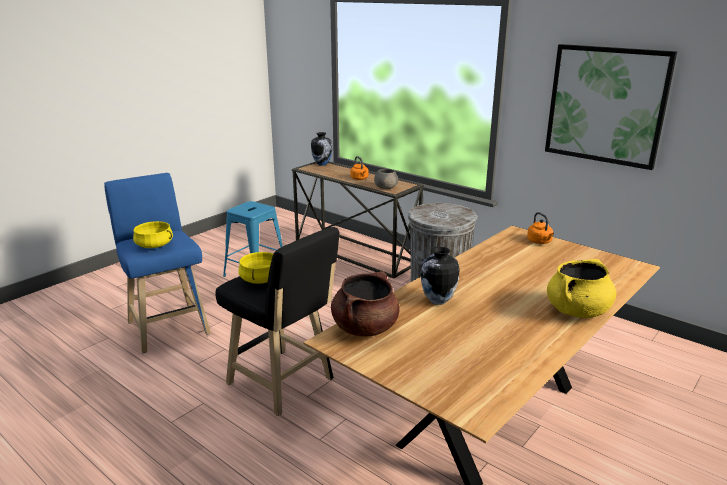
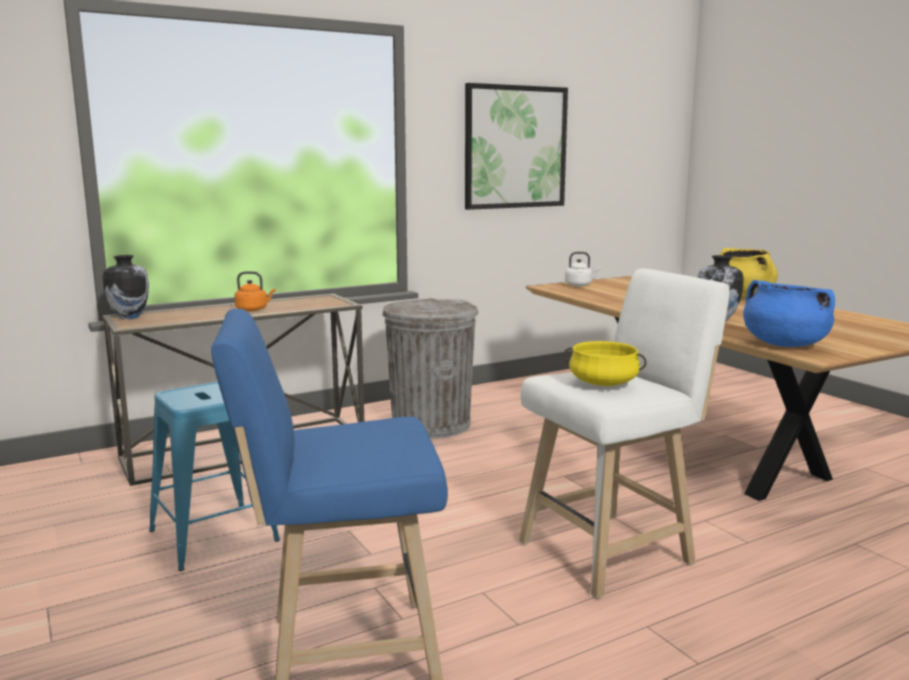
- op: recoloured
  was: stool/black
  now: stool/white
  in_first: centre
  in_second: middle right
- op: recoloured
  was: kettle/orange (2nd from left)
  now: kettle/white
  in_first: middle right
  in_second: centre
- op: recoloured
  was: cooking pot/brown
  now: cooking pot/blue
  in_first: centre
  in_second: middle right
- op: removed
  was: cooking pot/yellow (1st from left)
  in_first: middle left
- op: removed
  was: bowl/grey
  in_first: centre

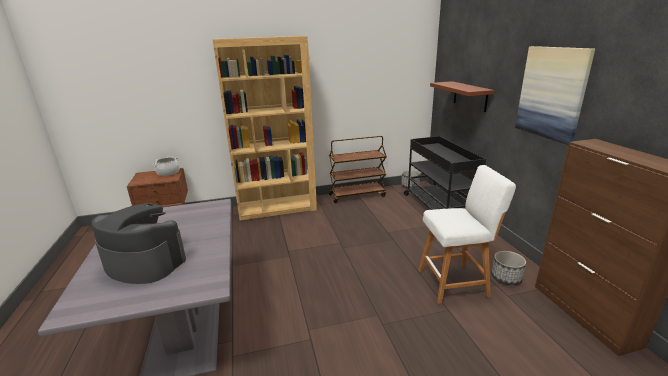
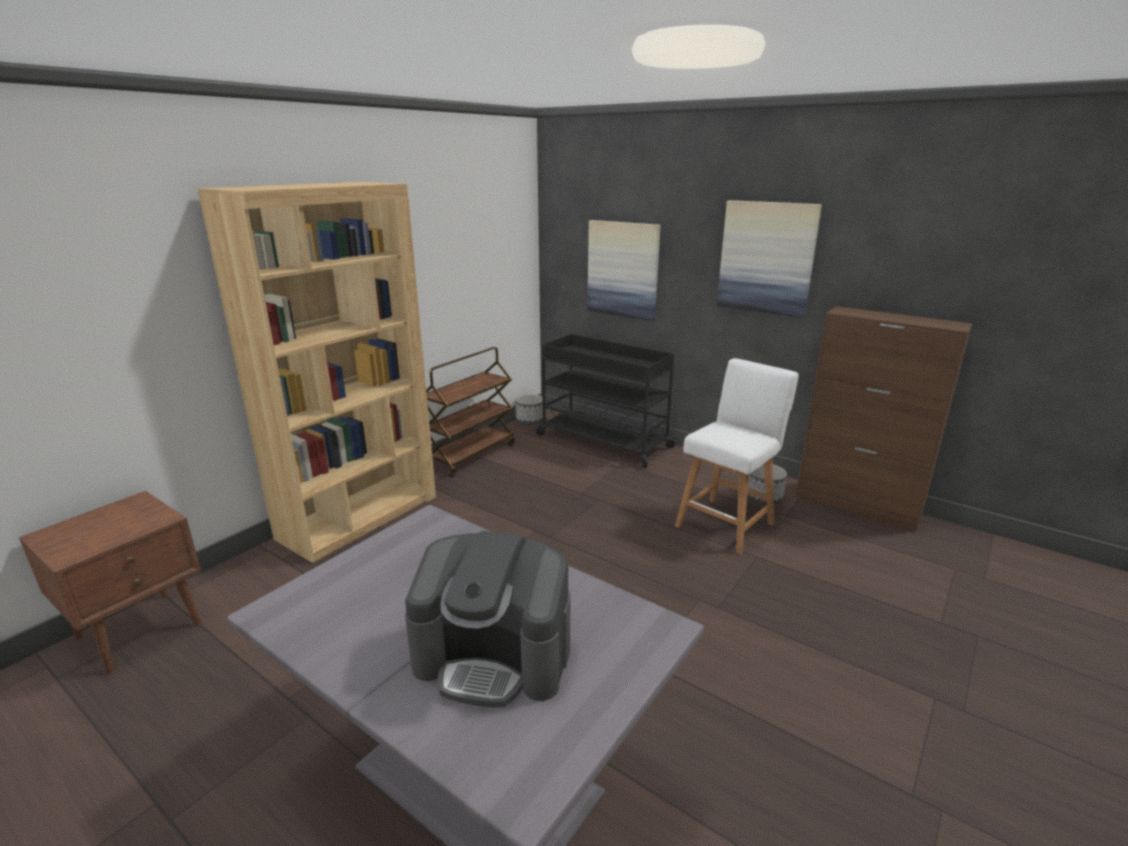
- op: turned
  was: coffee machine
  in_first: middle left
  in_second: bottom centre
  clockwise: -150
- op: replaced
  was: shelf/brown
  now: picture (1st from left)
  in_first: top right
  in_second: top centre
- op: removed
  was: cooking pot
  in_first: middle left

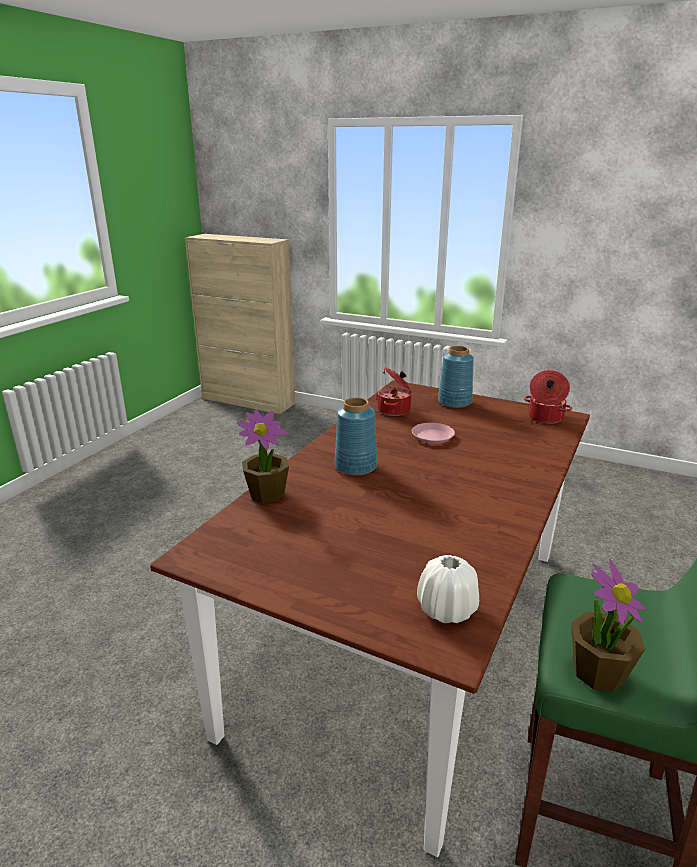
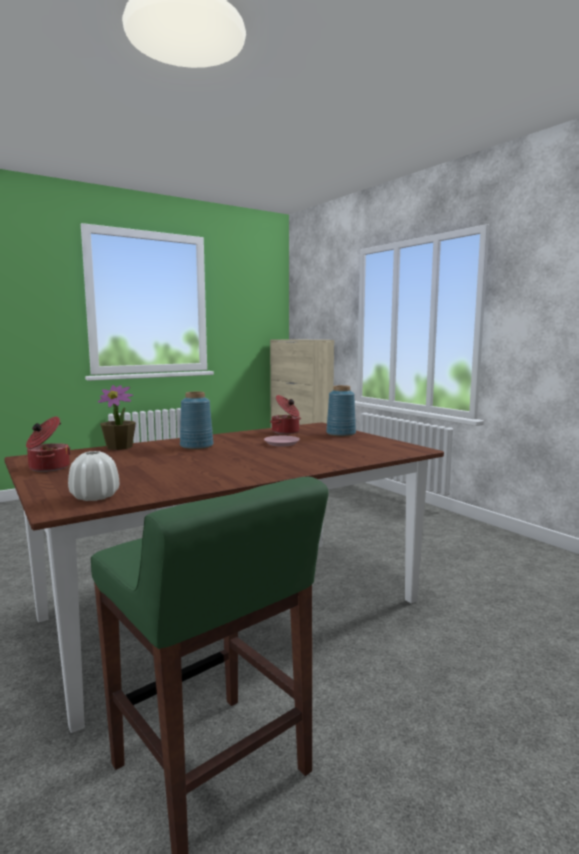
- op: moved
  was: cooking pot (2nd from left in the first image)
  now: cooking pot (1st from left)
  in_first: middle right
  in_second: middle left
- op: removed
  was: potted plant (2nd from left)
  in_first: bottom right

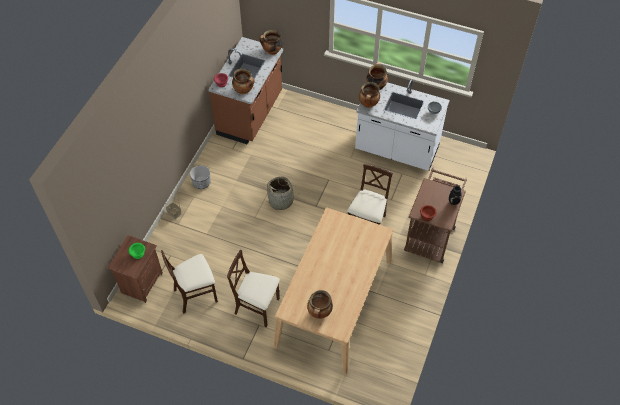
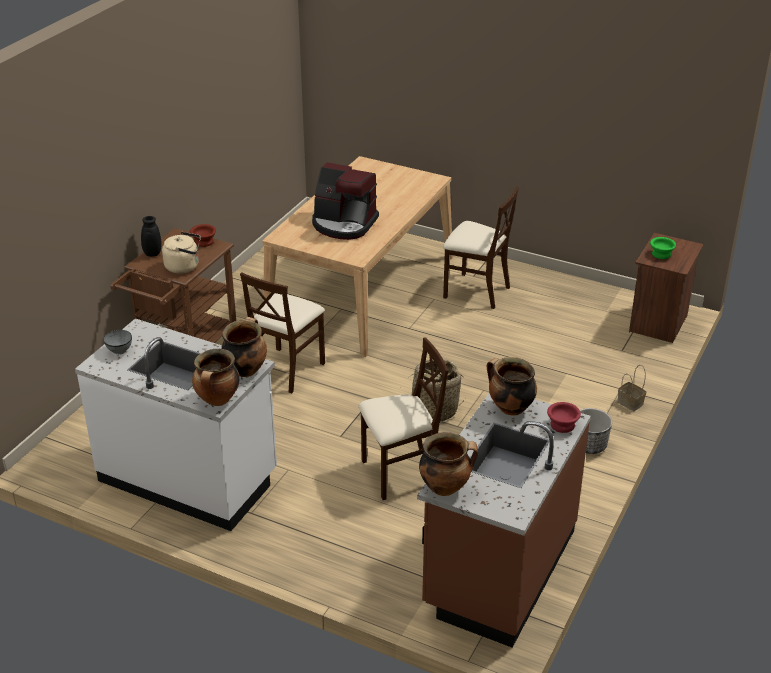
- op: added
  now: kettle/beige
  in_second: middle left
- op: added
  now: coffee machine
  in_second: top centre
- op: moved
  was: chair/beige (1st from left in the first image)
  now: chair/beige (2nd from left)
  in_first: bottom left
  in_second: centre
- op: removed
  was: cooking pot (3rd from left)
  in_first: bottom centre

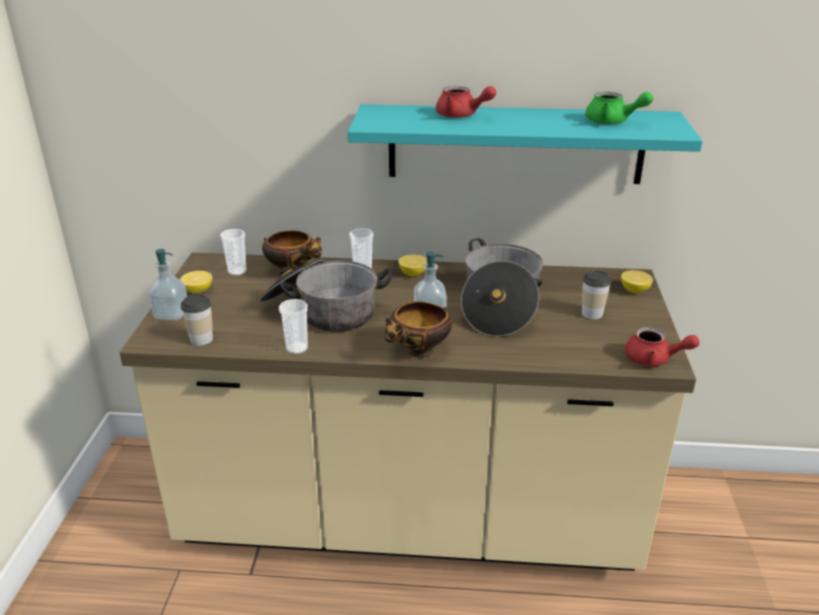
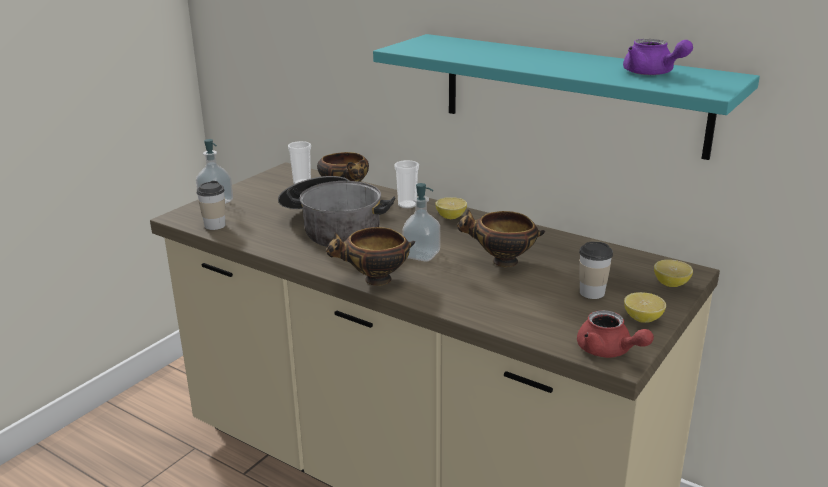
- op: replaced
  was: cooking pot (2nd from left)
  now: bowl (3rd from left)
  in_first: centre
  in_second: centre
- op: recoloured
  was: teapot/green
  now: teapot/purple
  in_first: top right
  in_second: top right
- op: moved
  was: lemon (1st from left in the first image)
  now: lemon (2nd from left)
  in_first: middle left
  in_second: middle right
- op: removed
  was: cup (3rd from left)
  in_first: centre
- op: removed
  was: teapot/red (1st from left)
  in_first: top centre

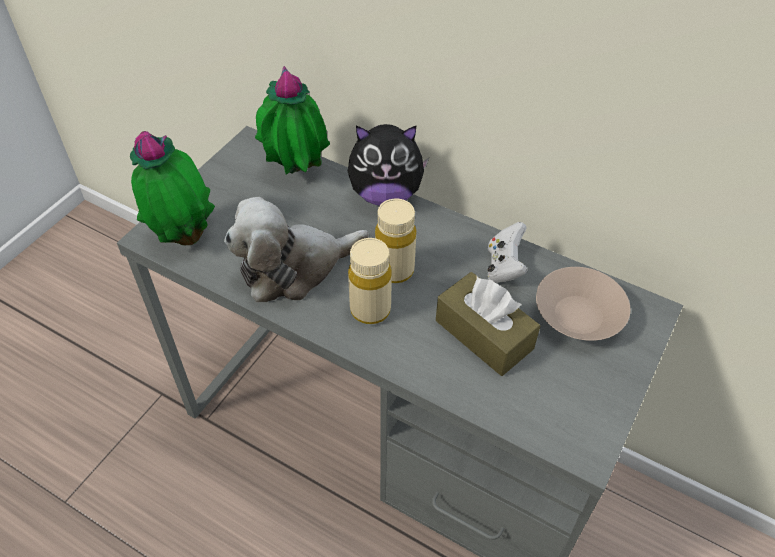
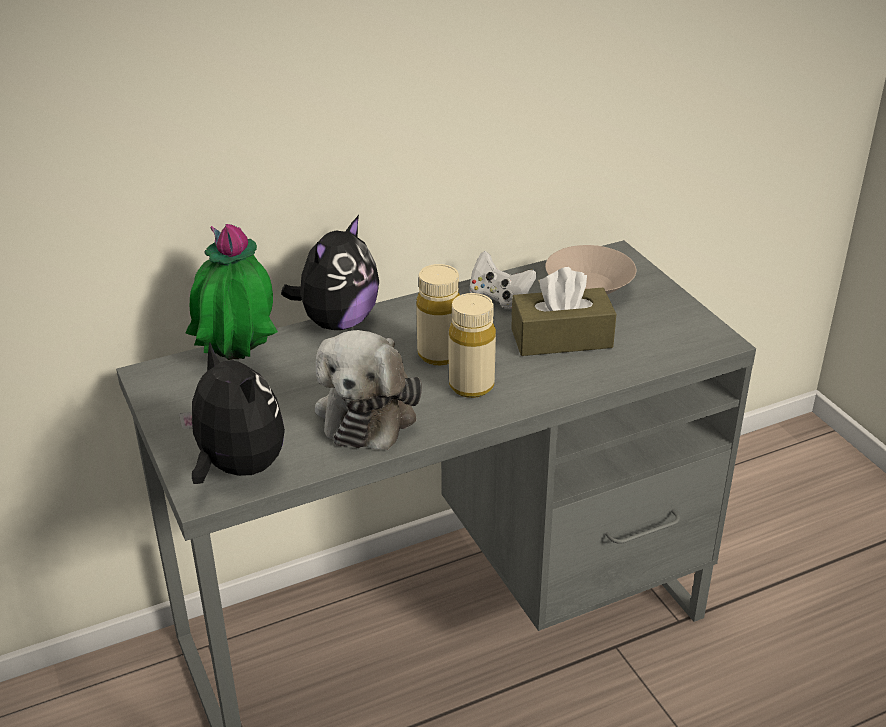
- op: replaced
  was: potted plant (1st from left)
  now: plush toy (1st from left)
  in_first: middle left
  in_second: middle left

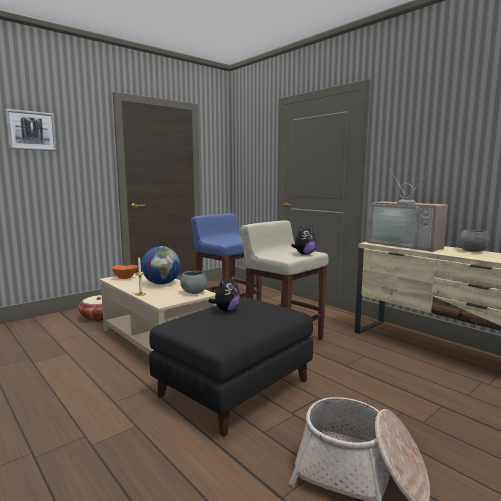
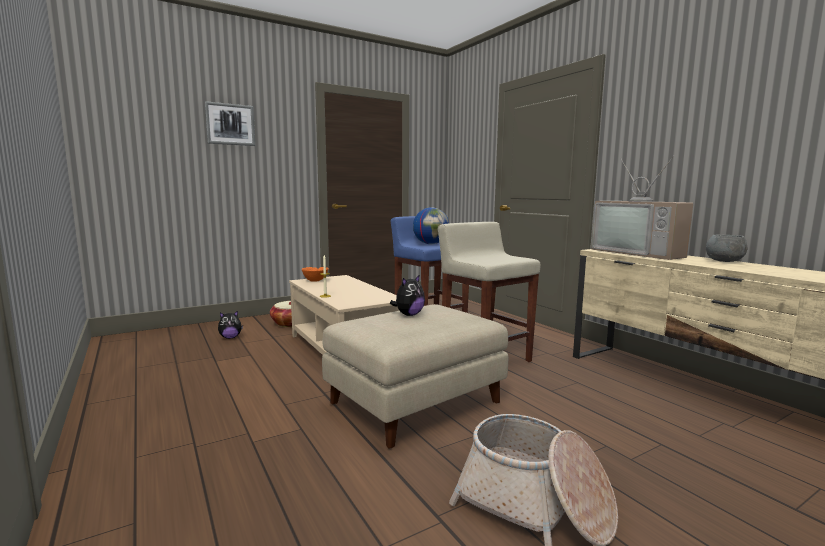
- op: moved
  was: plush toy (2nd from left in the first image)
  now: plush toy (1st from left)
  in_first: centre
  in_second: middle left
- op: recoloured
  was: ottoman/black
  now: ottoman/beige
  in_first: bottom centre
  in_second: bottom centre
- op: moved
  was: globe
  in_first: middle left
  in_second: centre
- op: removed
  was: bowl/grey (1st from left)
  in_first: centre

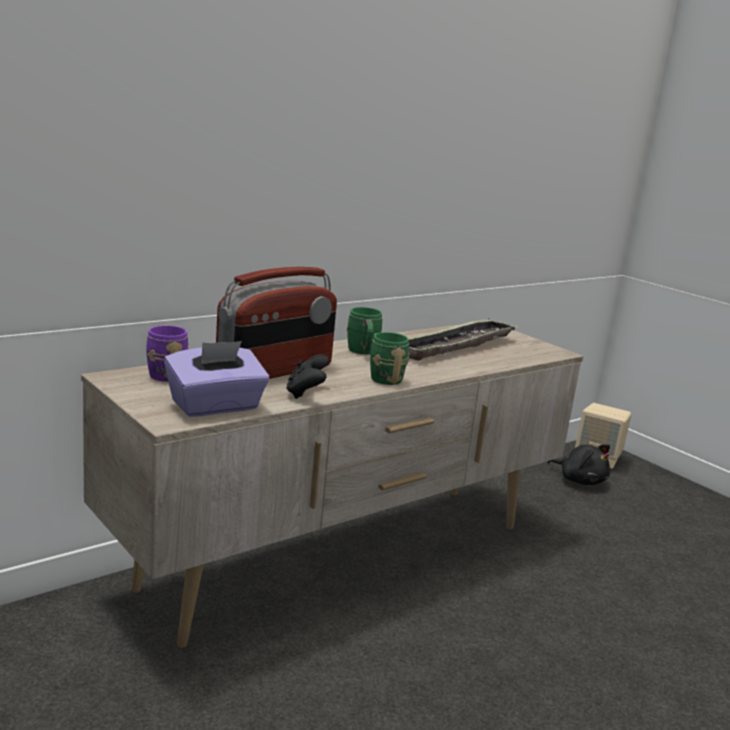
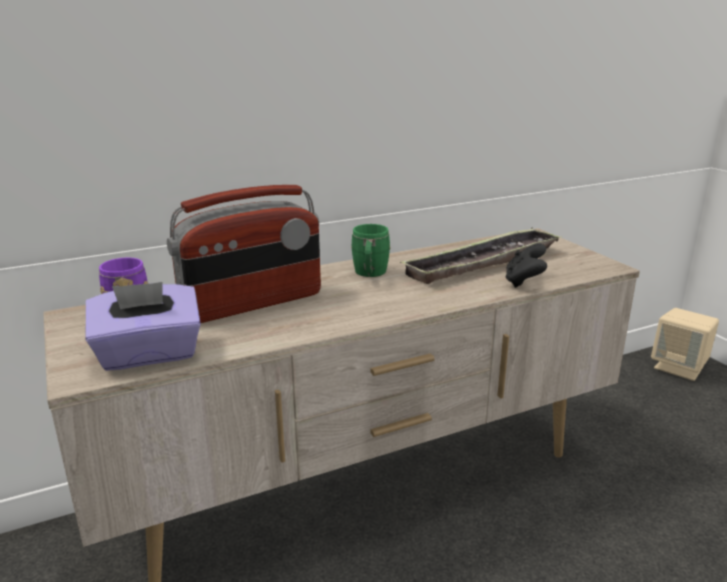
- op: moved
  was: game controller/black
  in_first: centre
  in_second: middle right
- op: removed
  was: mug/green (2nd from left)
  in_first: centre
- op: removed
  was: plush toy/black
  in_first: middle right

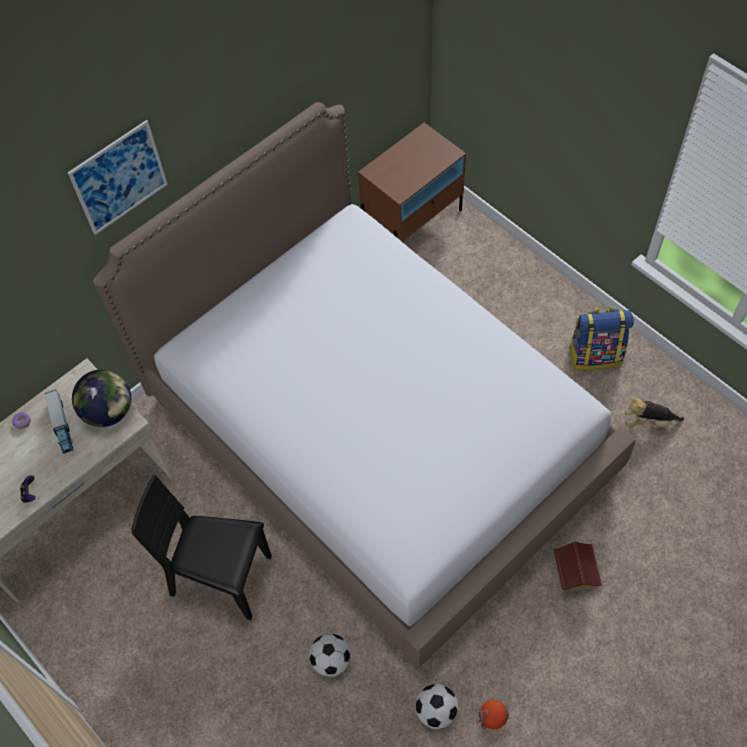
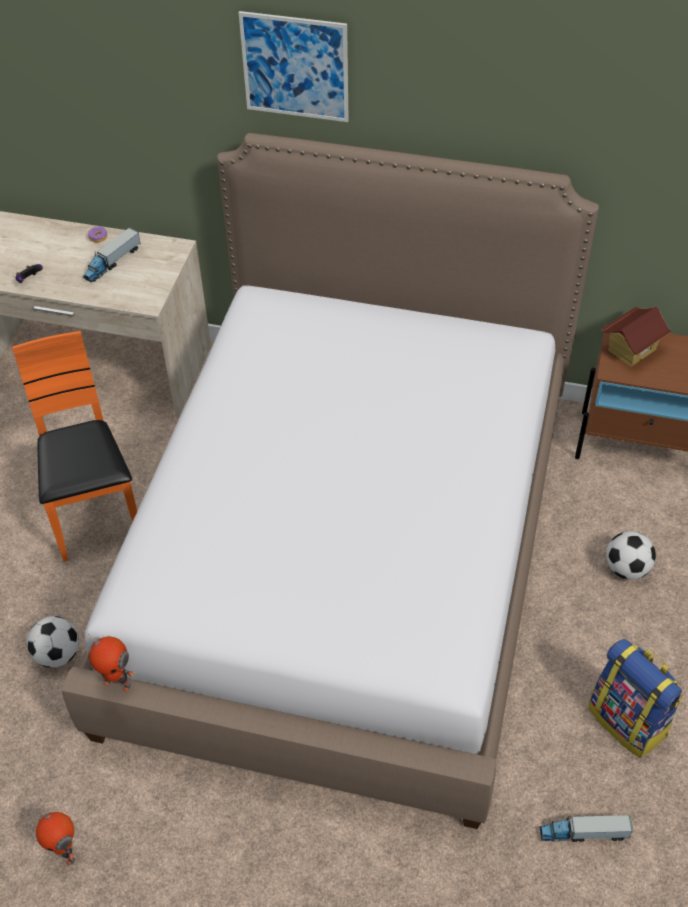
- op: recoloured
  was: chair/black
  now: chair/orange
  in_first: bottom left
  in_second: middle left
- op: added
  now: toy robot (2nd from left)
  in_second: bottom left
- op: replaced
  was: plush toy
  now: toy truck (2nd from left)
  in_first: middle right
  in_second: bottom right
- op: moved
  was: toy house
  in_first: bottom right
  in_second: middle right
- op: moved
  was: football (2nd from left)
  in_first: bottom centre
  in_second: middle right
- op: removed
  was: globe
  in_first: middle left

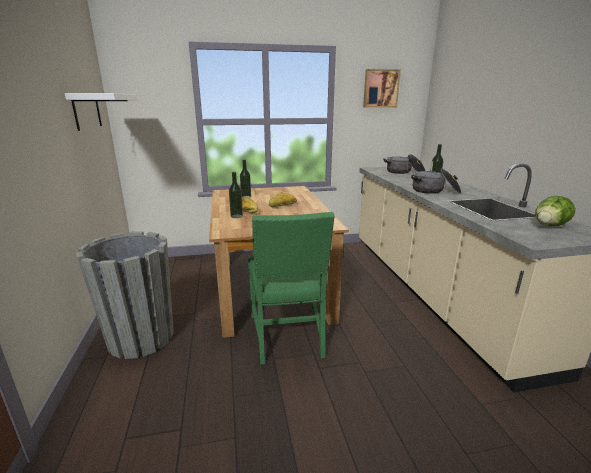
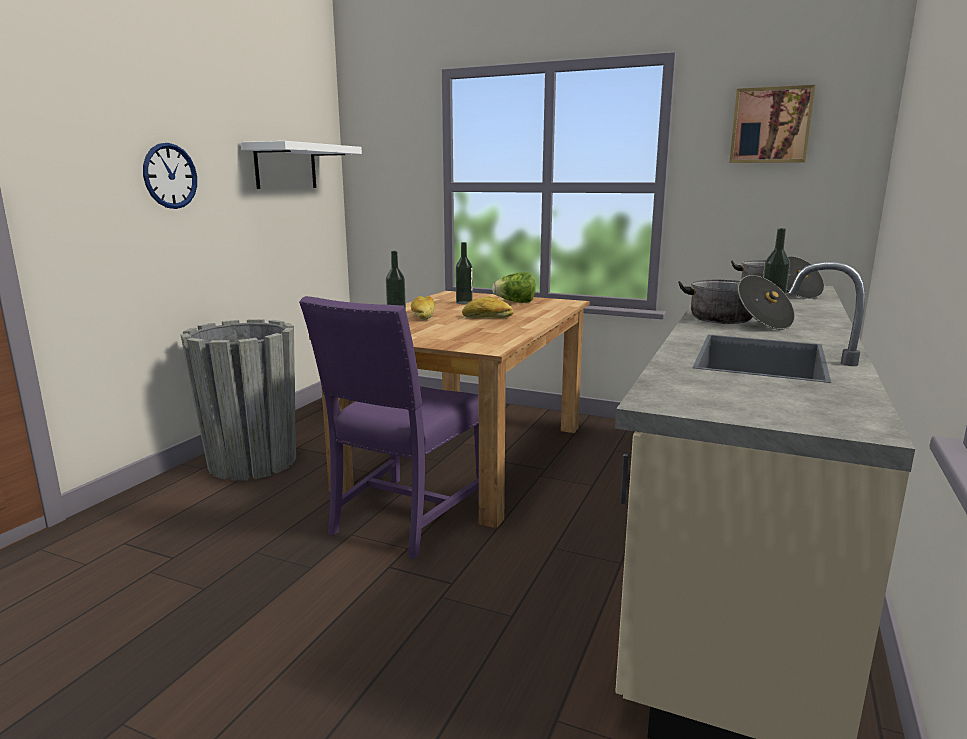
- op: added
  now: wall clock
  in_second: top left
- op: recoloured
  was: chair/green
  now: chair/purple
  in_first: centre
  in_second: centre
- op: moved
  was: lettuce
  in_first: middle right
  in_second: centre

